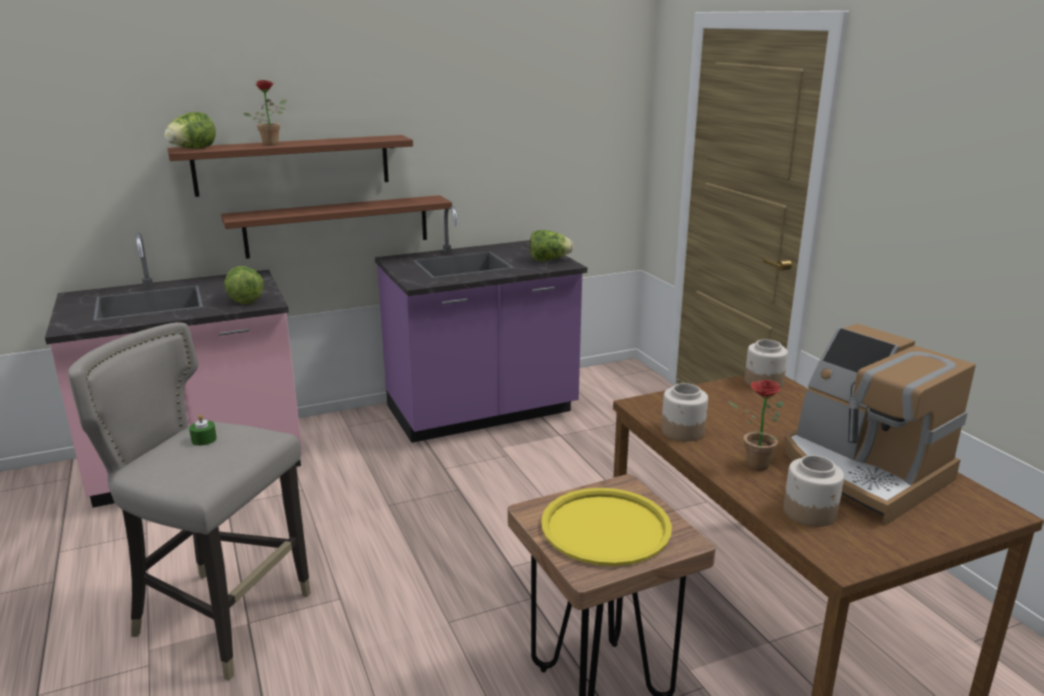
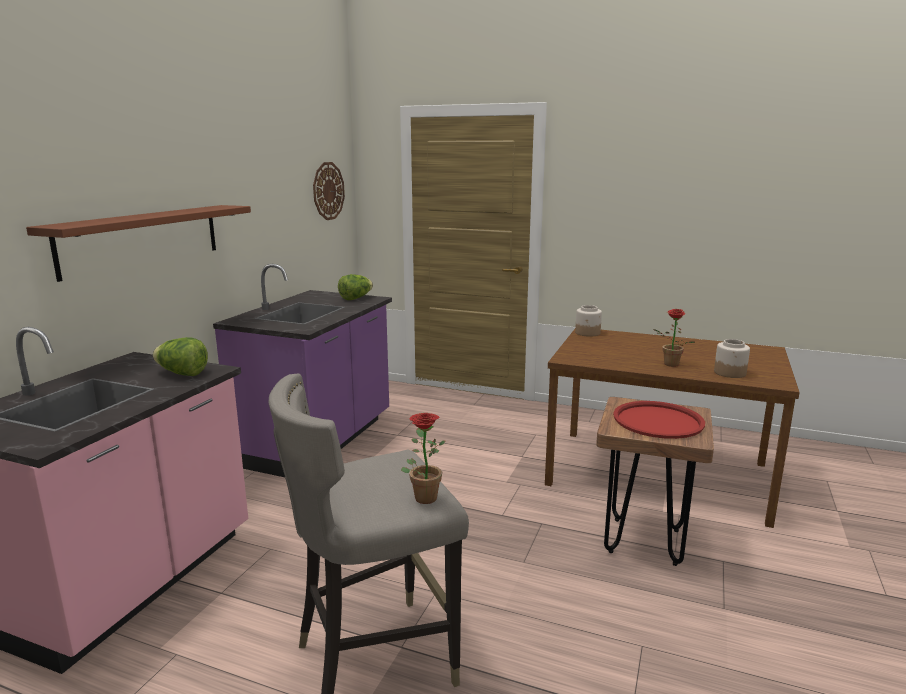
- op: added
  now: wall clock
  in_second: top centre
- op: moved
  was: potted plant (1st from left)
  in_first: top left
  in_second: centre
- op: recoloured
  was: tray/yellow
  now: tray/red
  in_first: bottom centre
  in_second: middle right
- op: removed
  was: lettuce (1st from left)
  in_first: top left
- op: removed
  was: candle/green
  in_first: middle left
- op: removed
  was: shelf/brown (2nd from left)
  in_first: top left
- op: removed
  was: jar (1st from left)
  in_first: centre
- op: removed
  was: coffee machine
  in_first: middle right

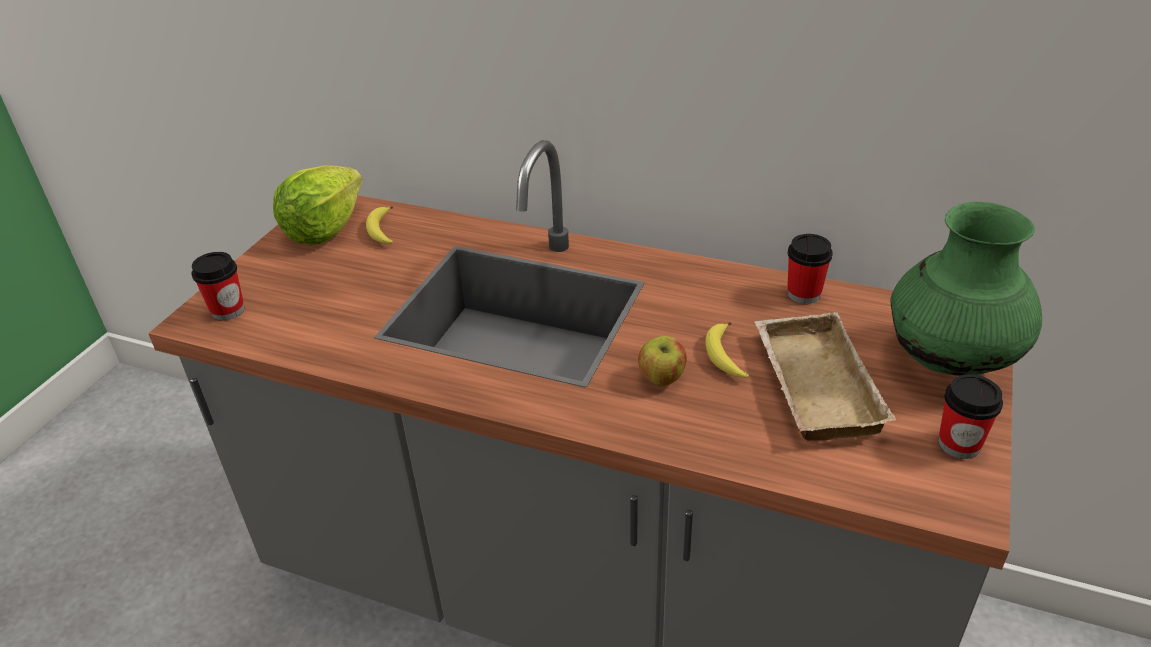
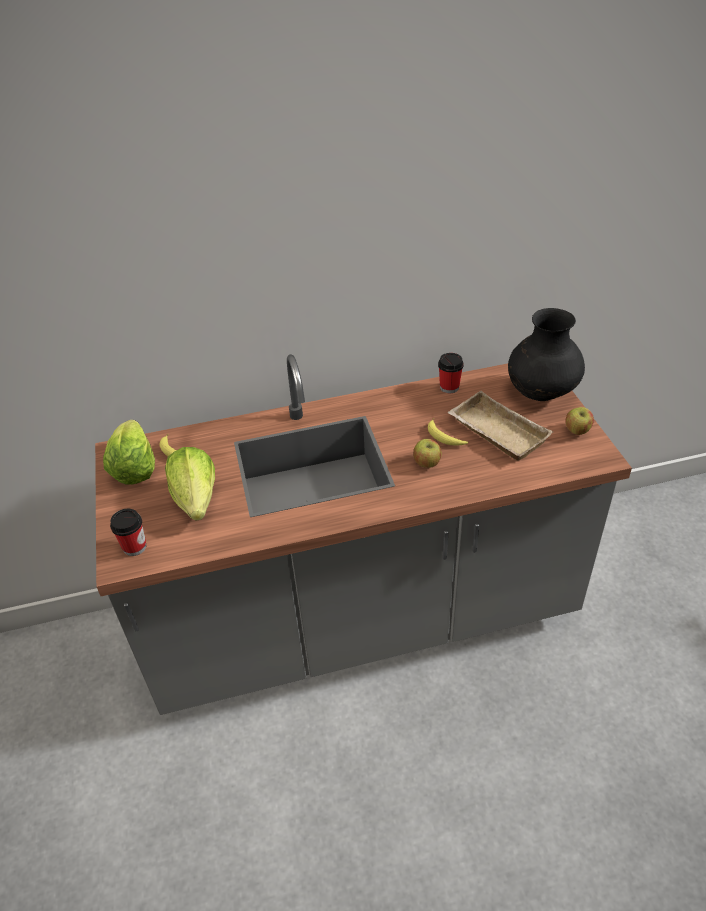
- op: added
  now: lettuce (2nd from left)
  in_second: middle left
- op: recoloured
  was: vase/green
  now: vase/black
  in_first: middle right
  in_second: middle right
- op: replaced
  was: cup (3rd from left)
  now: apple (2nd from left)
  in_first: middle right
  in_second: middle right

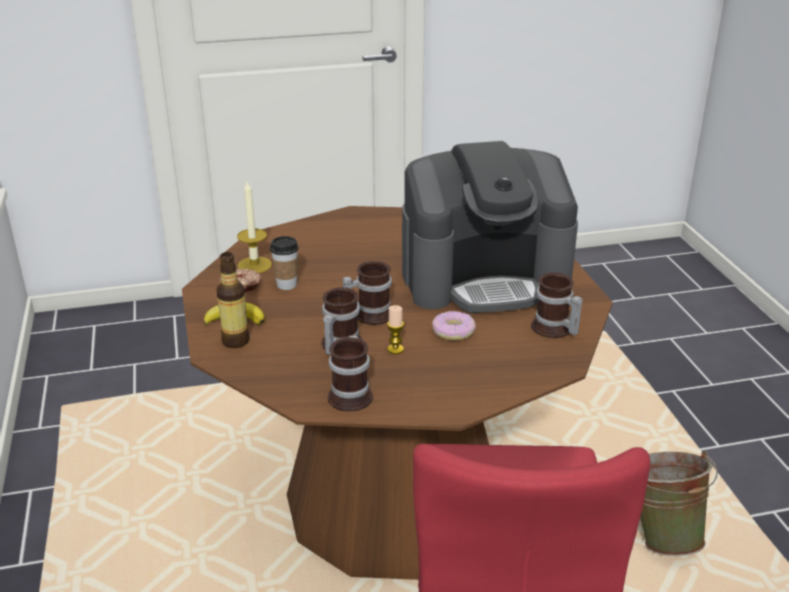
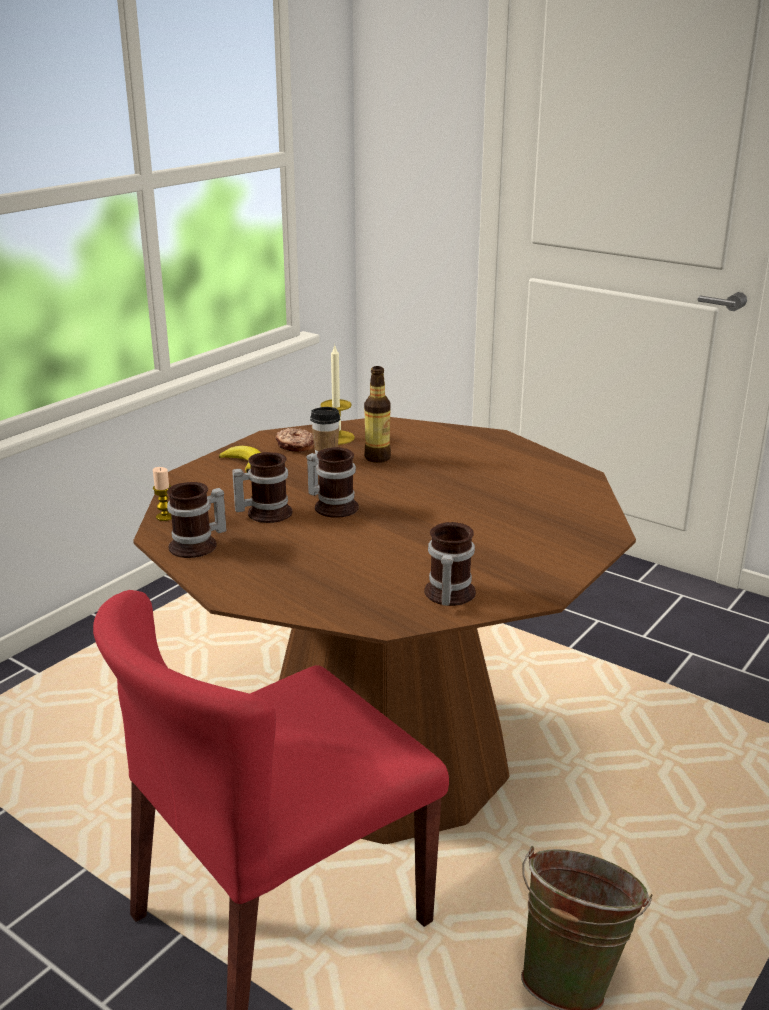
- op: moved
  was: candle (2nd from left in the first image)
  now: candle (1st from left)
  in_first: centre
  in_second: middle left
- op: moved
  was: bottle
  in_first: middle left
  in_second: centre
- op: removed
  was: coffee machine
  in_first: centre
- op: removed
  was: donut (2nd from left)
  in_first: centre

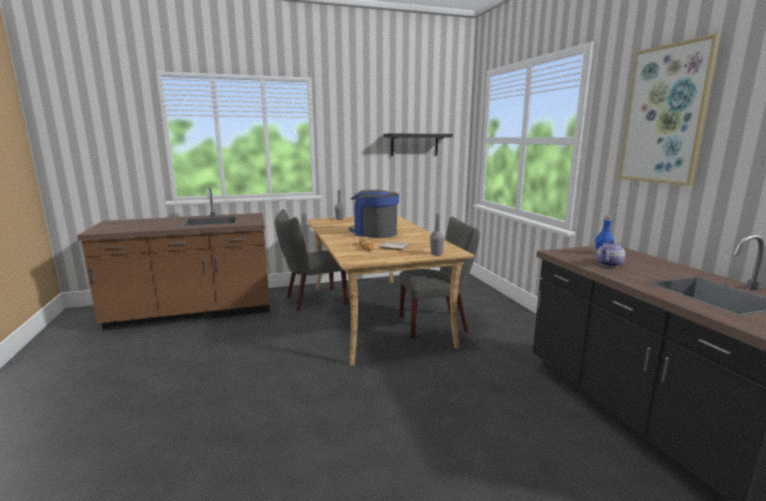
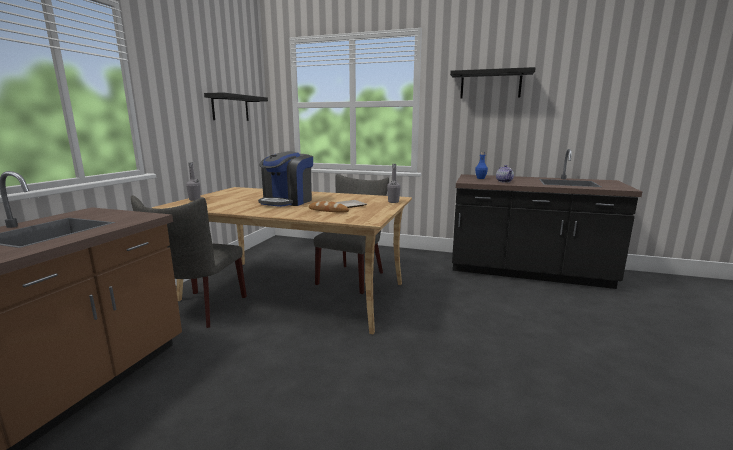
- op: turned
  was: coffee machine
  in_first: centre
  in_second: centre
  clockwise: -45
- op: replaced
  was: picture
  now: shelf/black (2nd from left)
  in_first: top right
  in_second: top right

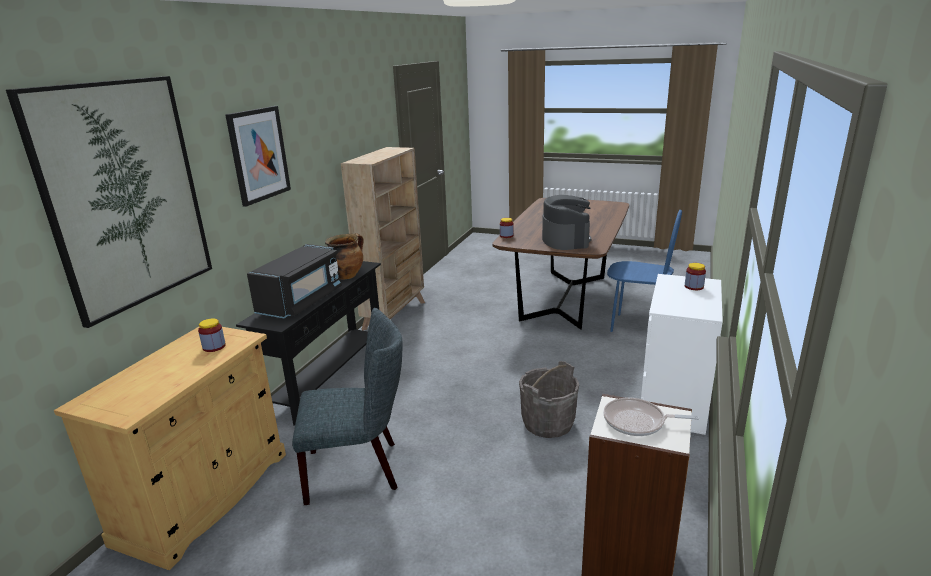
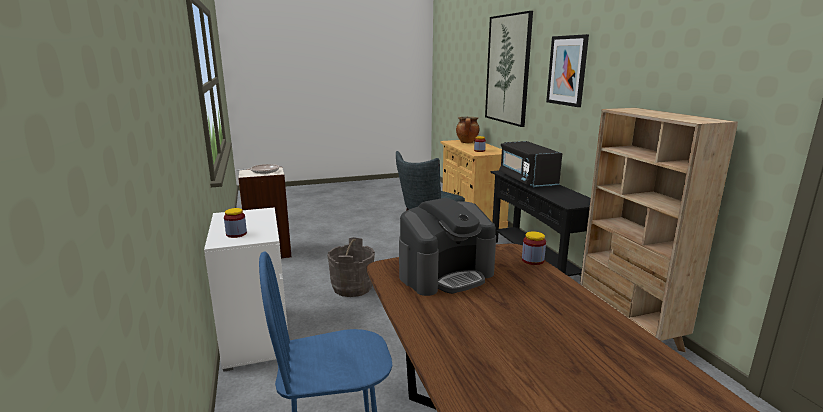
- op: turned
  was: coffee machine
  in_first: centre
  in_second: centre
  clockwise: -75
- op: moved
  was: cooking pot
  in_first: centre
  in_second: top centre

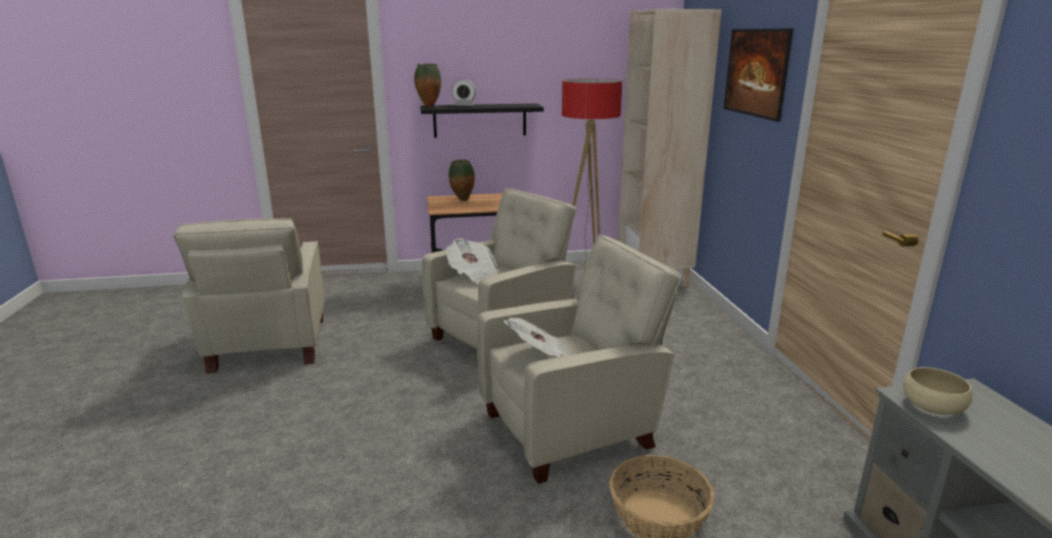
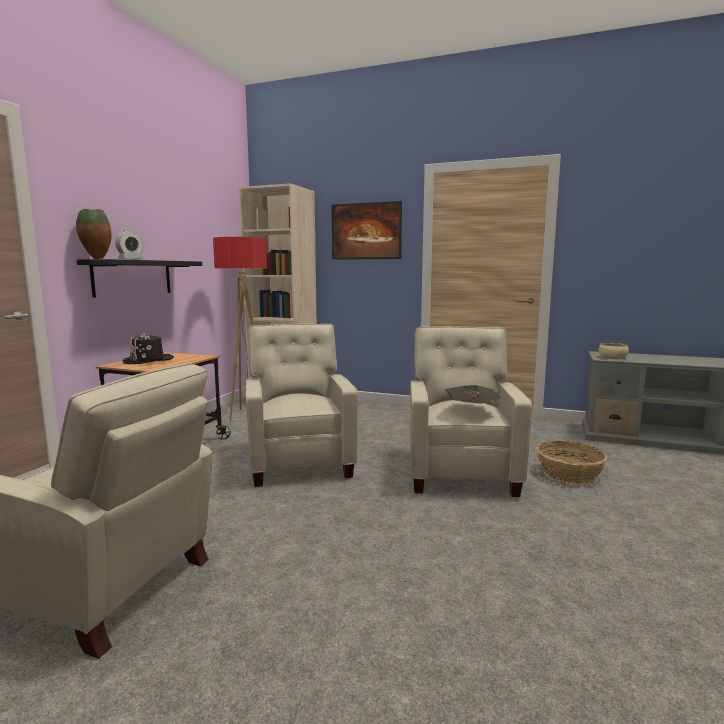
- op: replaced
  was: vase (2nd from left)
  now: hat/black
  in_first: centre
  in_second: middle left
- op: removed
  was: newspaper (1st from left)
  in_first: centre

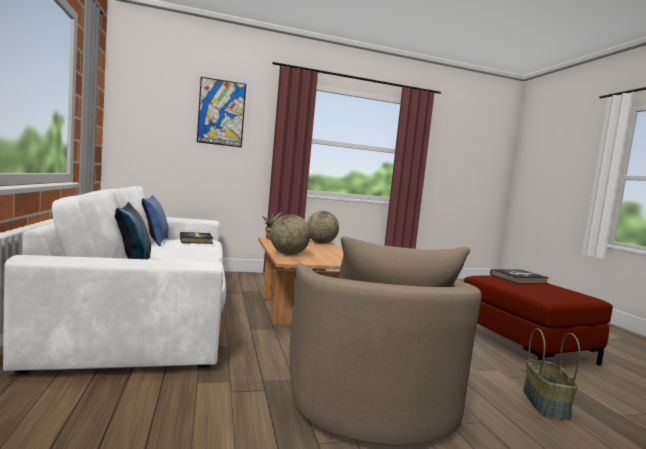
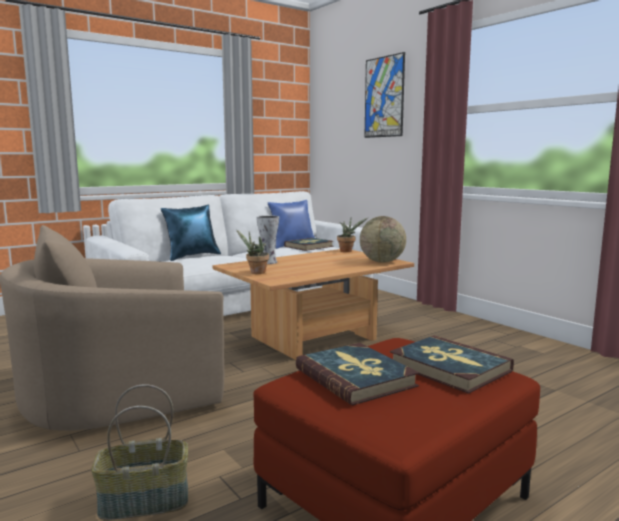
- op: added
  now: potted plant (1st from left)
  in_second: centre
- op: replaced
  was: globe (1st from left)
  now: vase
  in_first: centre
  in_second: centre
- op: added
  now: book (2nd from left)
  in_second: bottom centre

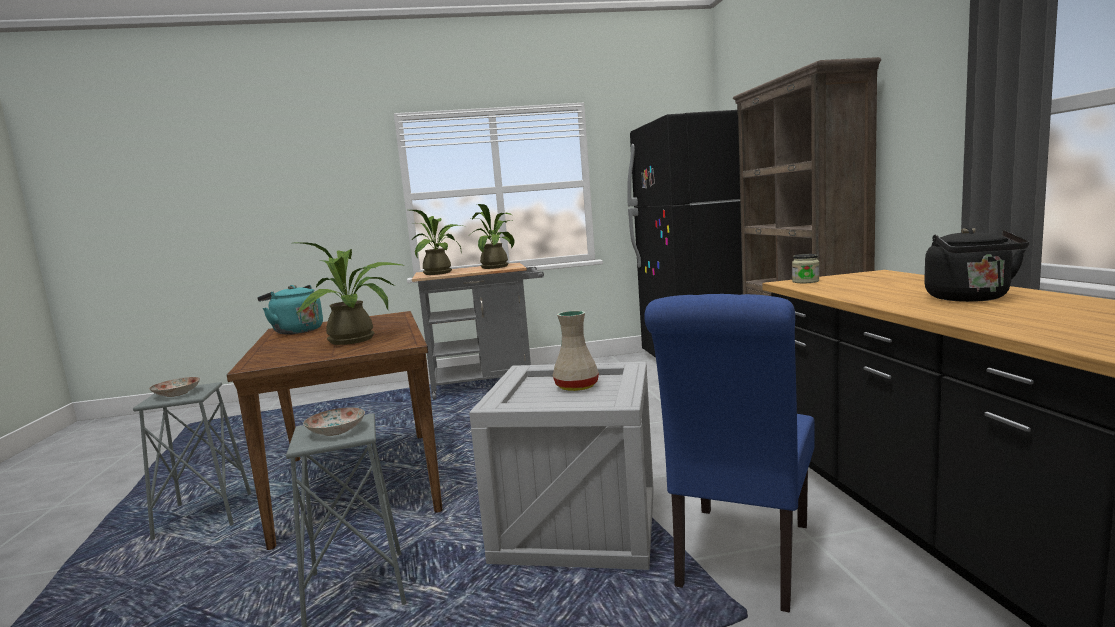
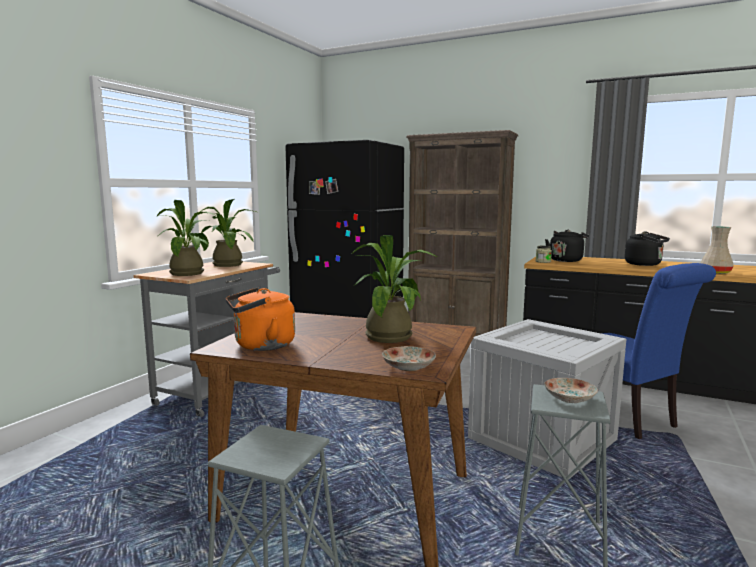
- op: recoloured
  was: kettle/turquoise
  now: kettle/orange
  in_first: middle left
  in_second: centre
- op: moved
  was: plate (1st from left)
  in_first: middle left
  in_second: centre
- op: added
  now: kettle/black (1st from left)
  in_second: middle right
- op: moved
  was: vase/beige
  in_first: centre
  in_second: middle right

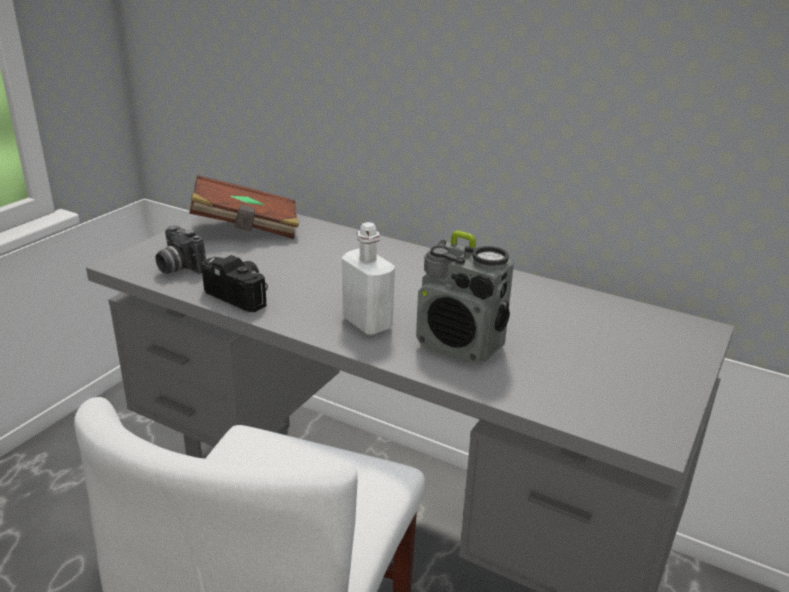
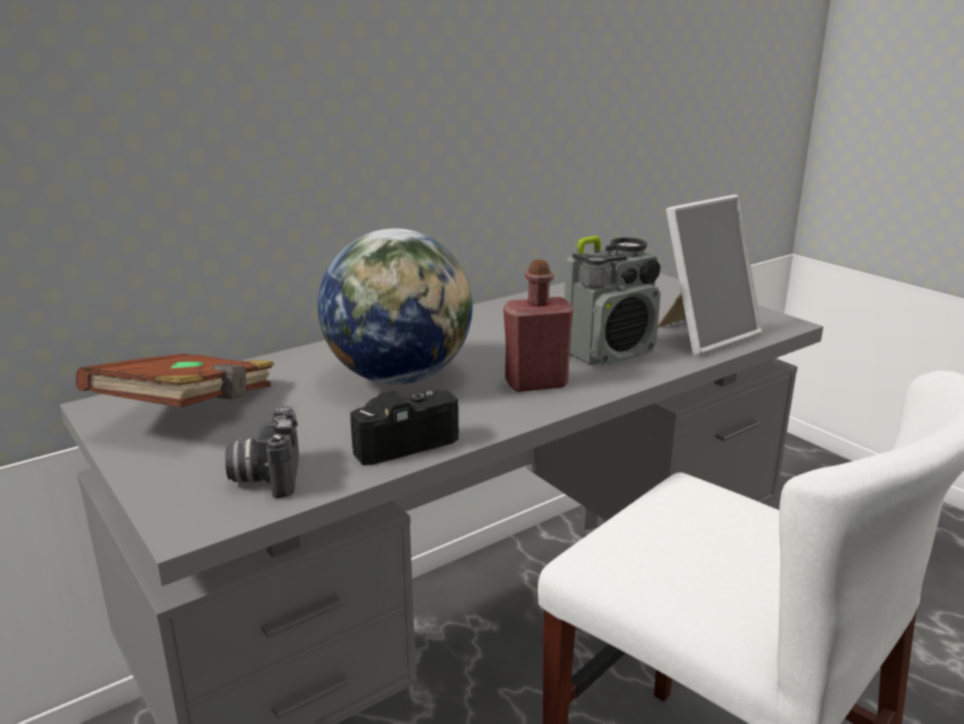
- op: turned
  was: photo camera (1st from left)
  in_first: middle left
  in_second: middle left
  clockwise: 105
- op: added
  now: globe
  in_second: centre
- op: recoloured
  was: bottle/white
  now: bottle/red
  in_first: centre
  in_second: centre
- op: added
  now: picture frame
  in_second: middle right

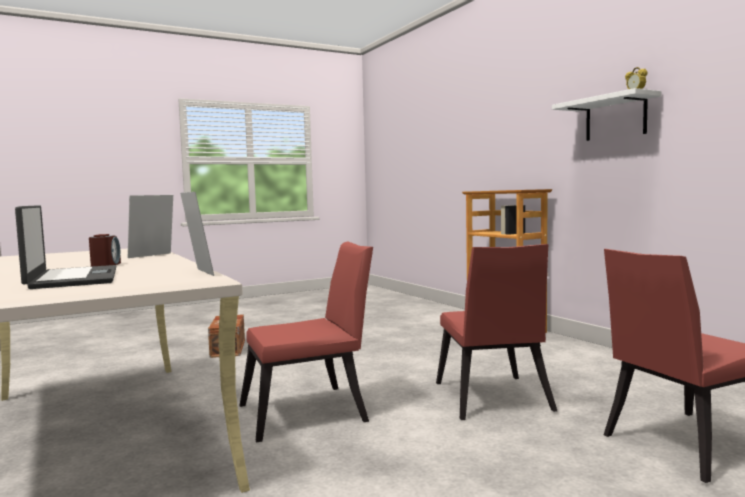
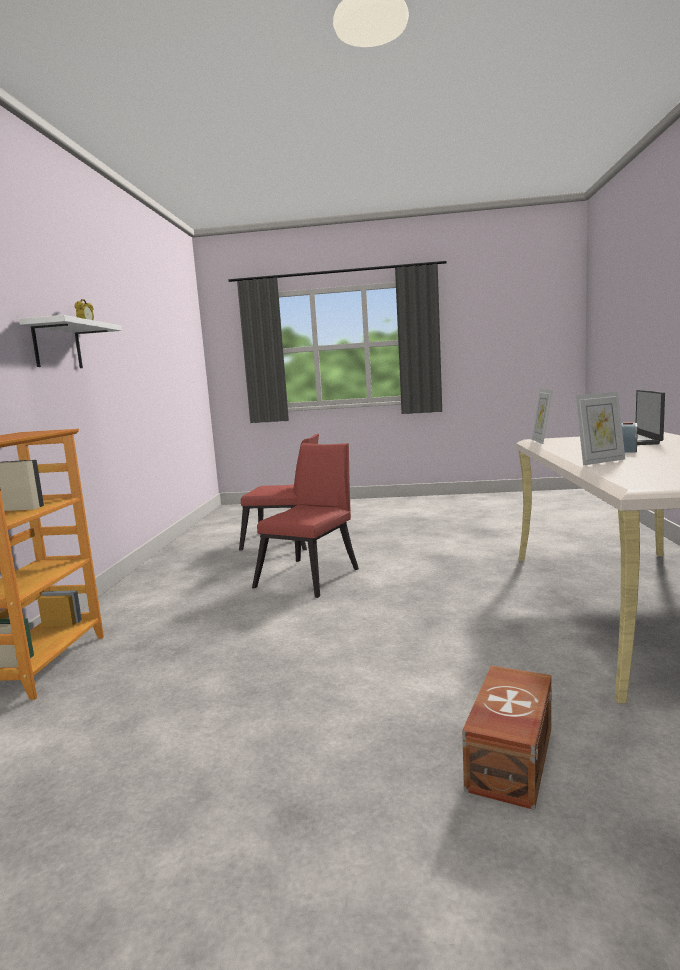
- op: removed
  was: chair/red (1st from left)
  in_first: bottom centre

